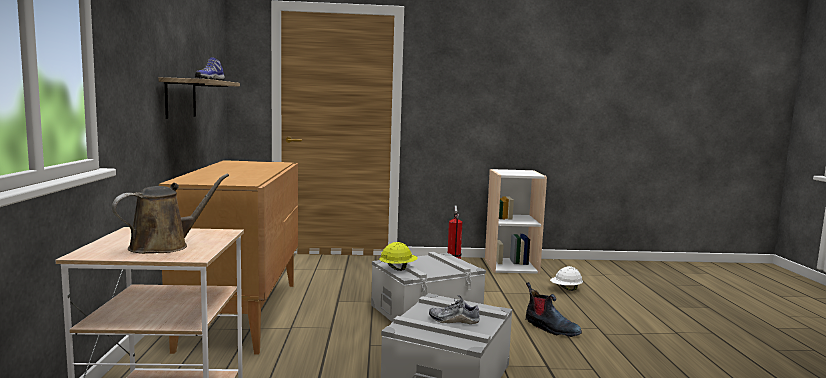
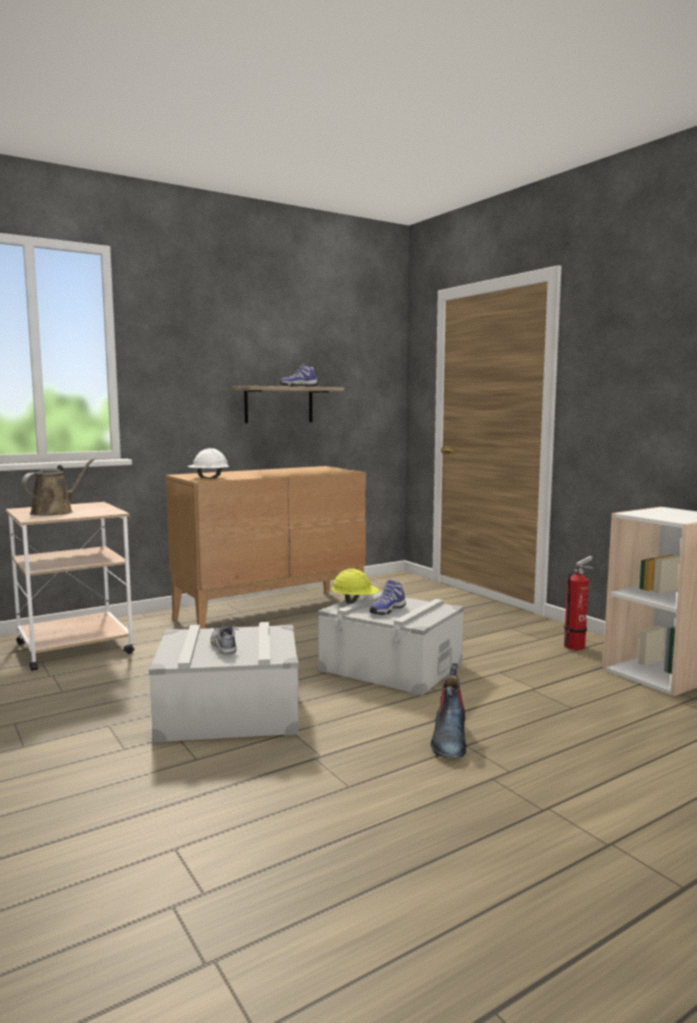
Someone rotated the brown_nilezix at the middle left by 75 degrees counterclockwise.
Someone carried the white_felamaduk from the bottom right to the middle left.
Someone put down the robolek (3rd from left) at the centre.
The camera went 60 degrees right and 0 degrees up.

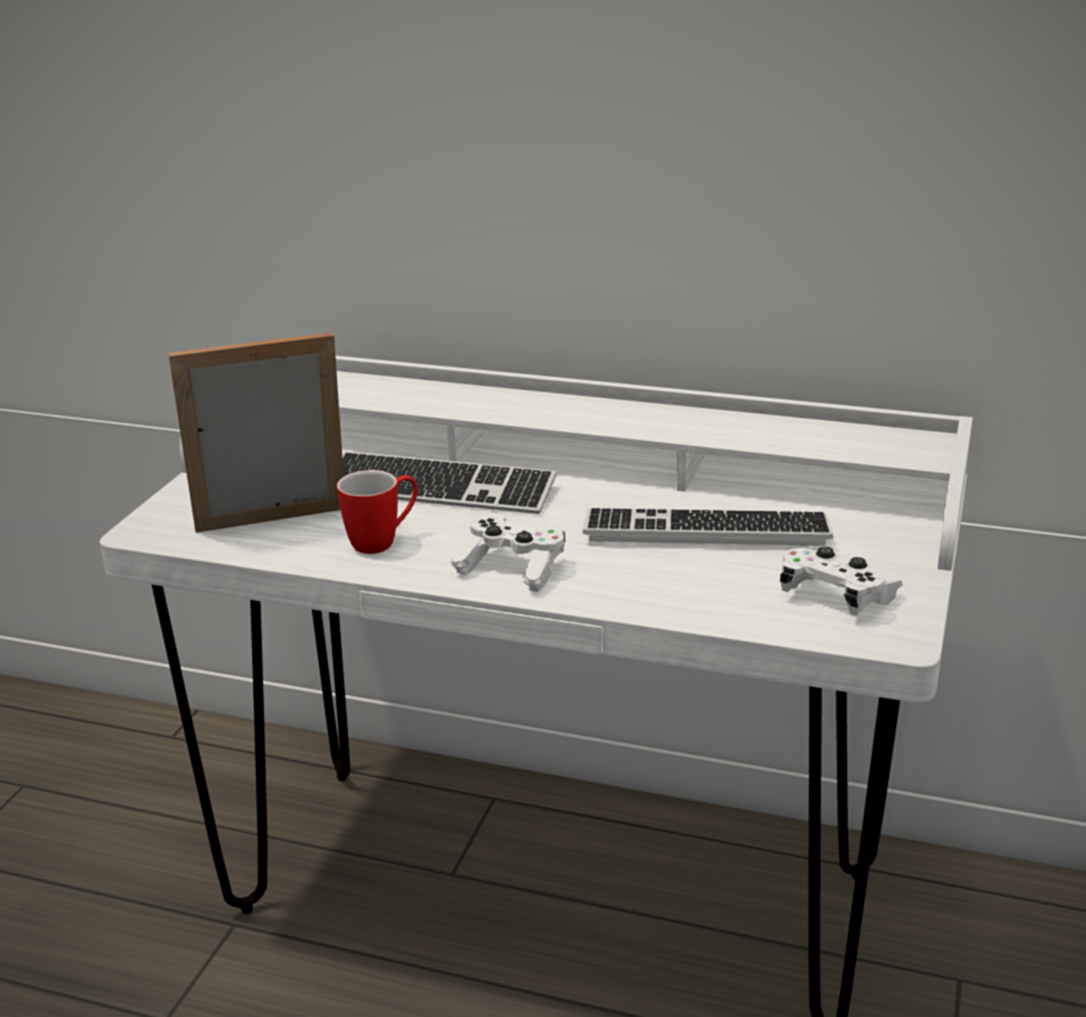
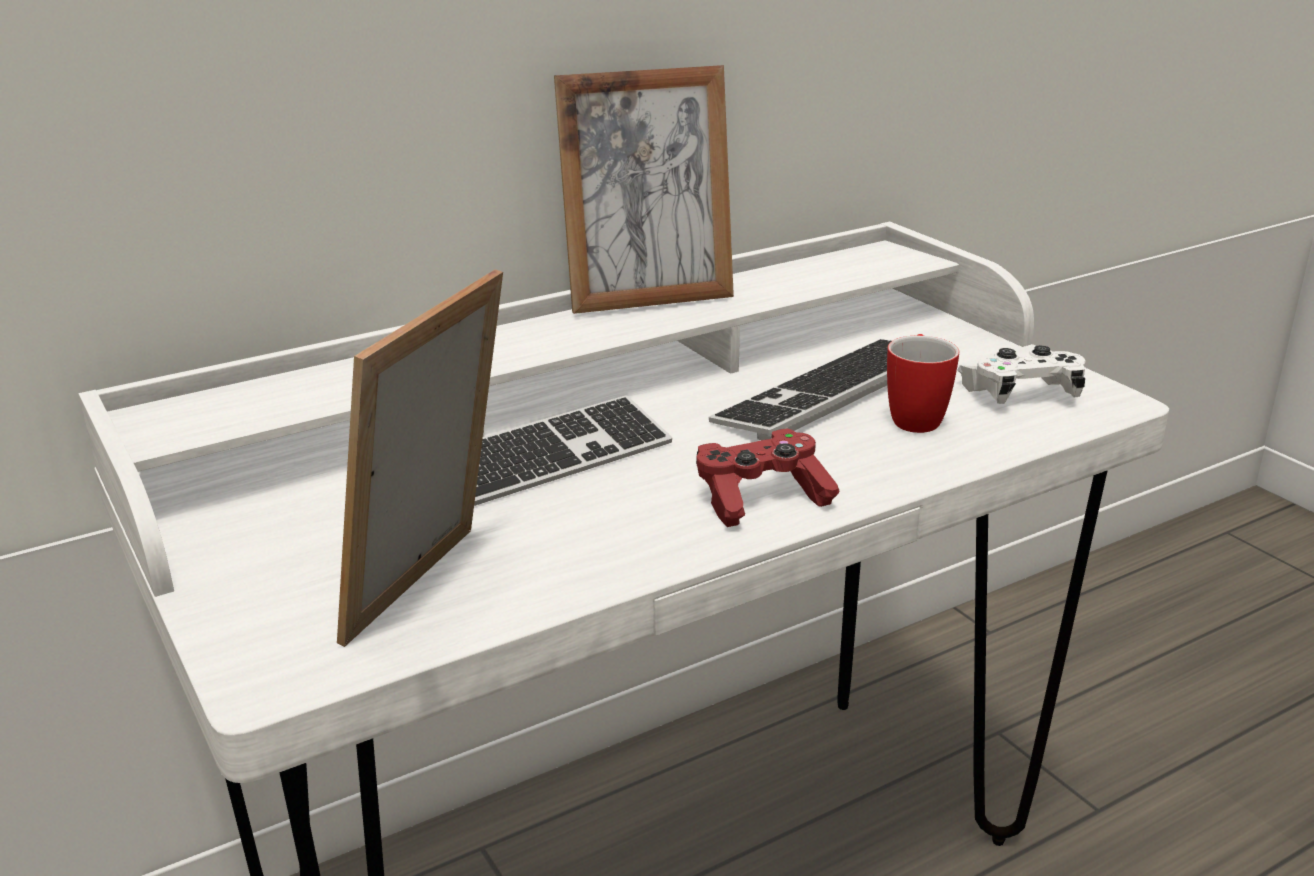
Someone put down the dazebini (2nd from left) at the top centre.
Someone repainted the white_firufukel (1st from left) at the centre, which became the red_firufukel at the centre.
Someone carried the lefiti from the centre to the middle right.
The camera went 50 degrees left and 0 degrees up.

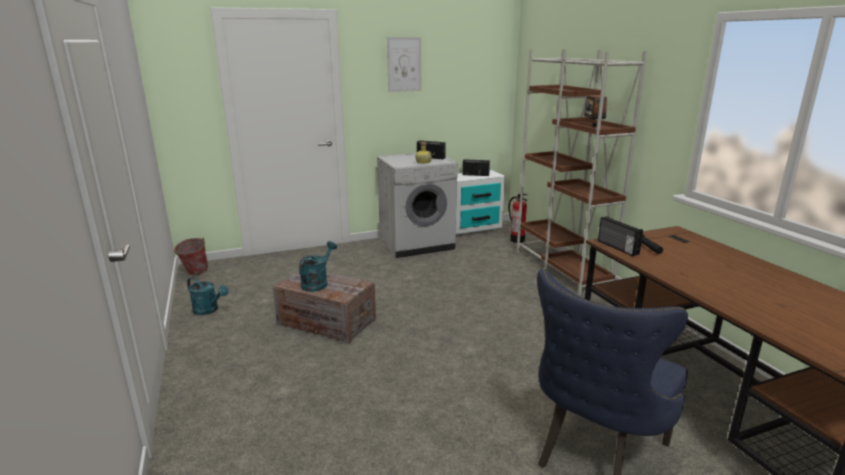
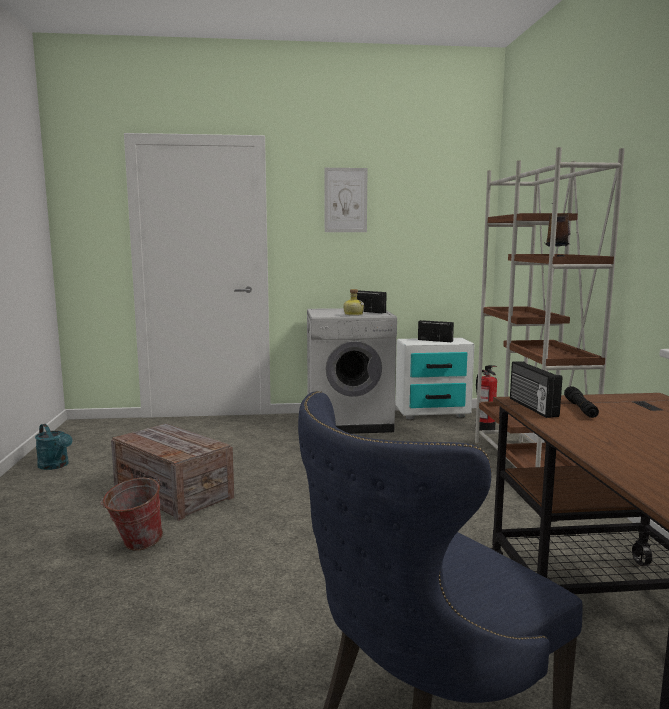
Someone carried the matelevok from the middle left to the bottom left.
Someone took away the turquoise_nilezix (2nd from left) at the centre.
The camera went 15 degrees right and 10 degrees down.

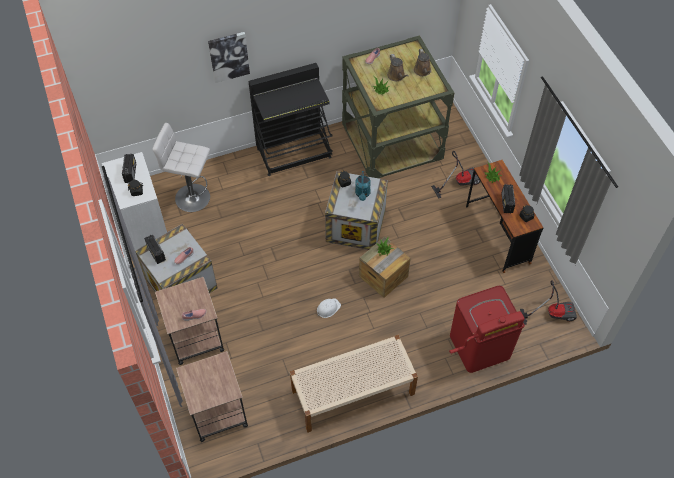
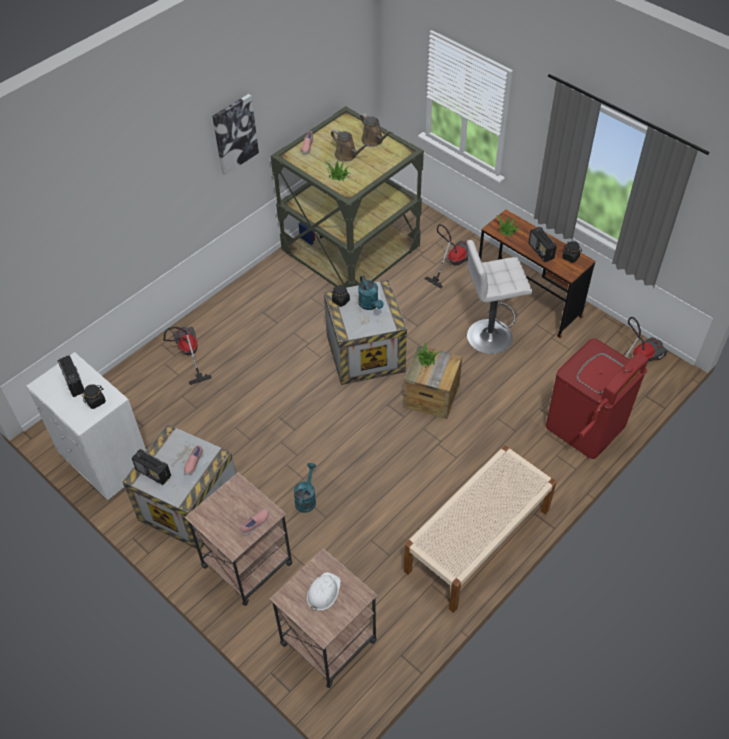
Someone put down the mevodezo (1st from left) at the middle left.
Someone carried the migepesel from the top centre to the top left.
Someone put down the turquoise_nilezix (1st from left) at the centre.
Someone carried the white_felamaduk from the centre to the bottom centre.
Someone carried the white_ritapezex from the middle left to the middle right.
Someone took away the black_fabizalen at the top centre.
The camera went 25 degrees left and 5 degrees down.

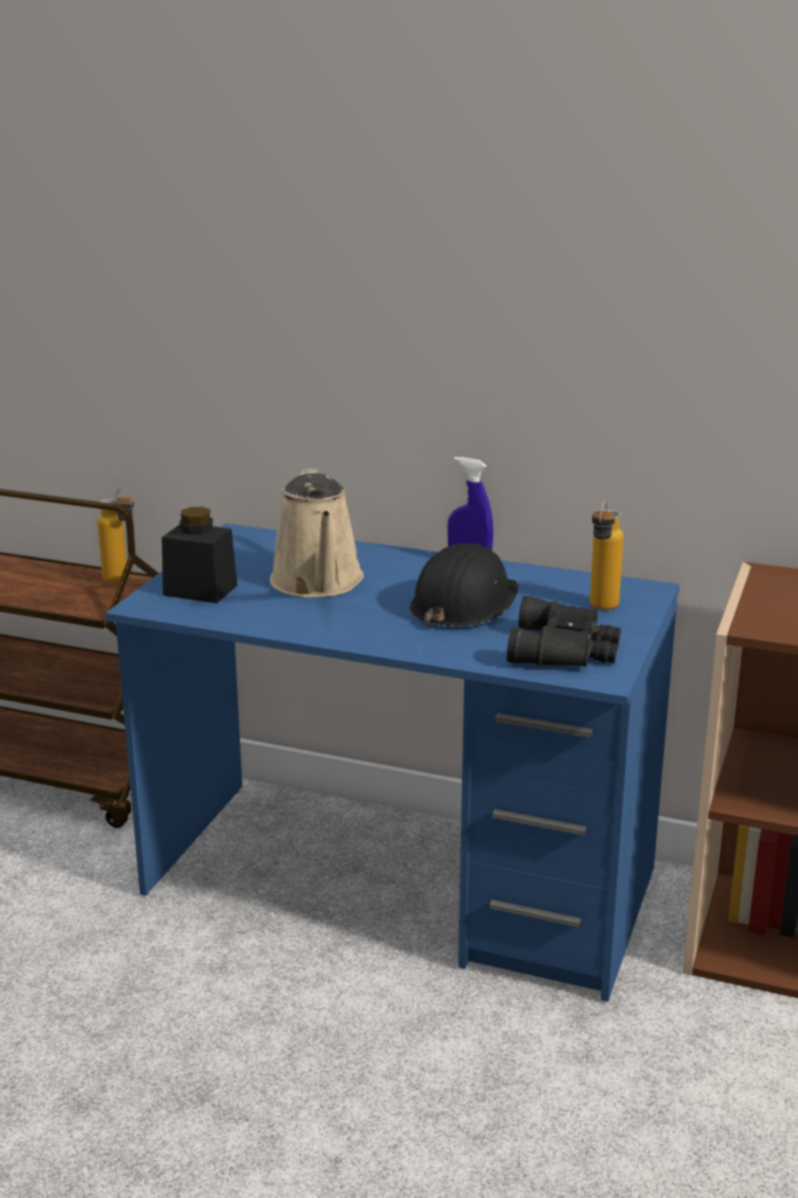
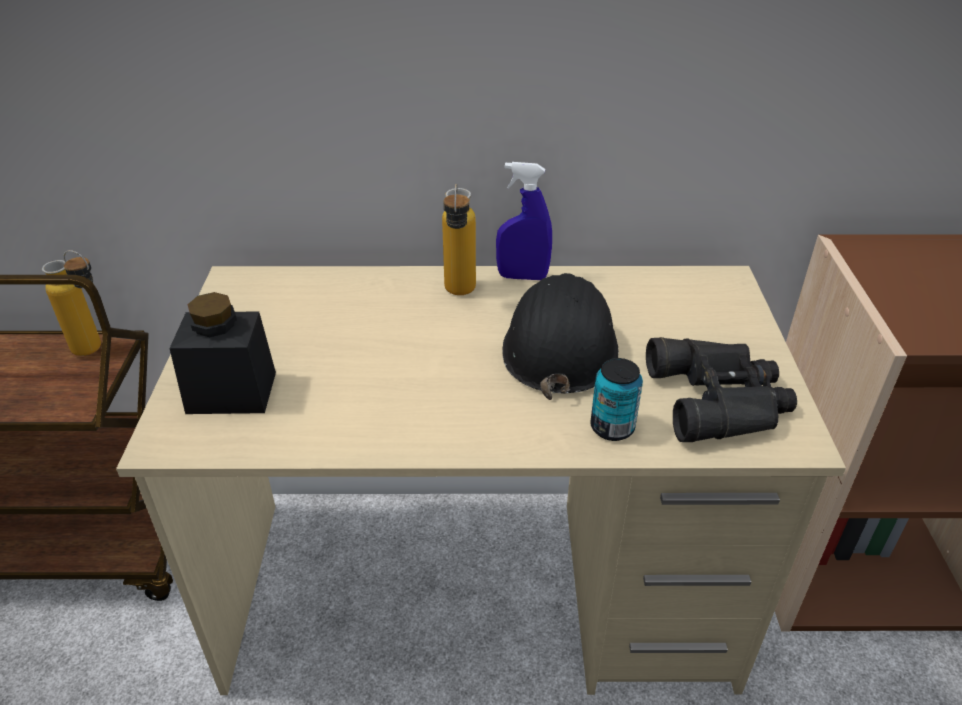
Someone repainted the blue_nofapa at the centre, which became the beige_nofapa at the bottom centre.
Someone carried the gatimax (2nd from left) from the middle right to the centre.
Someone put down the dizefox at the centre.
Someone took away the beige_nilezix at the centre.
The camera went 20 degrees left and 15 degrees up.

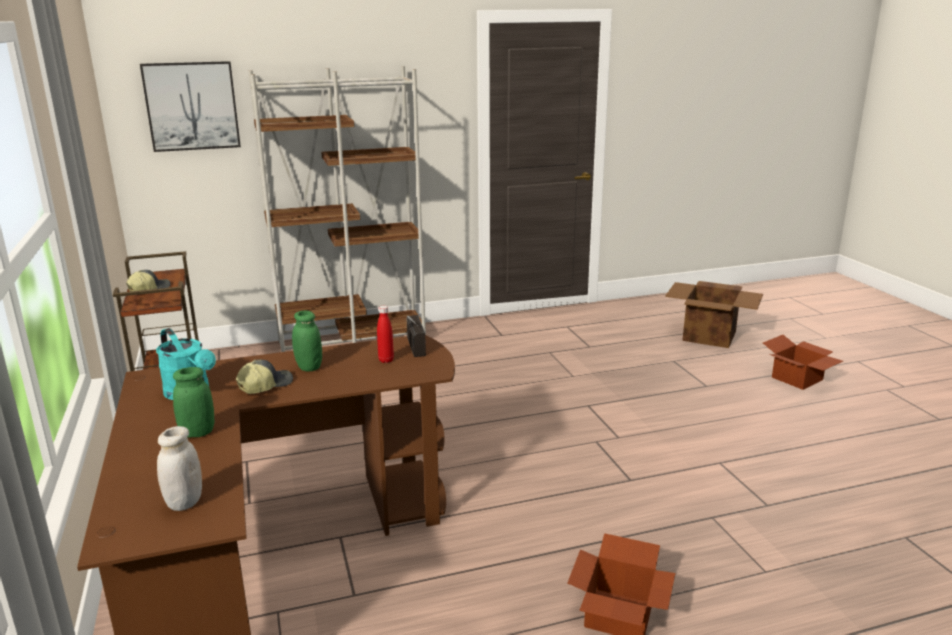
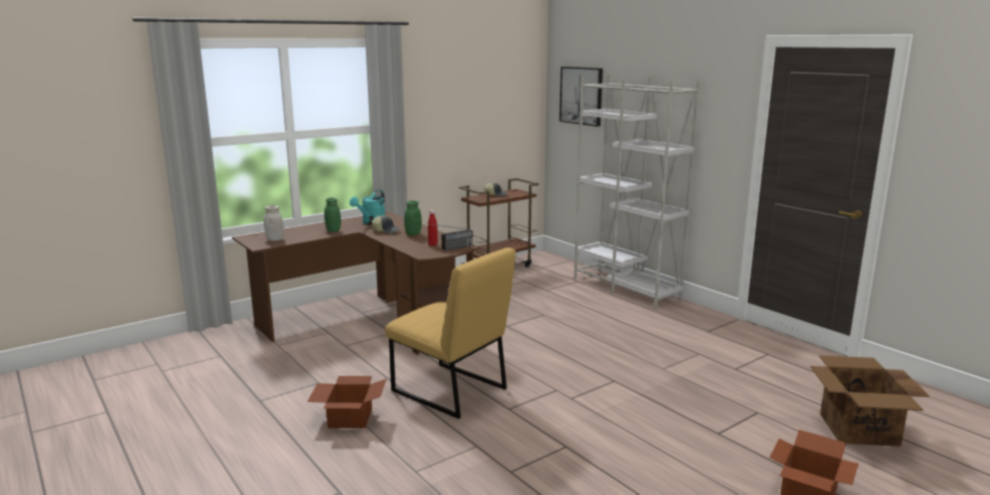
Someone put down the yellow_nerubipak at the bottom centre.
Someone repainted the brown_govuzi at the top centre, which became the white_govuzi at the centre.
The camera went 70 degrees right and 5 degrees down.

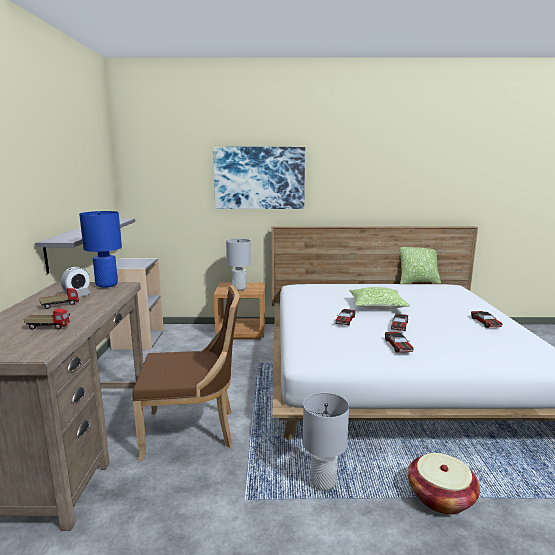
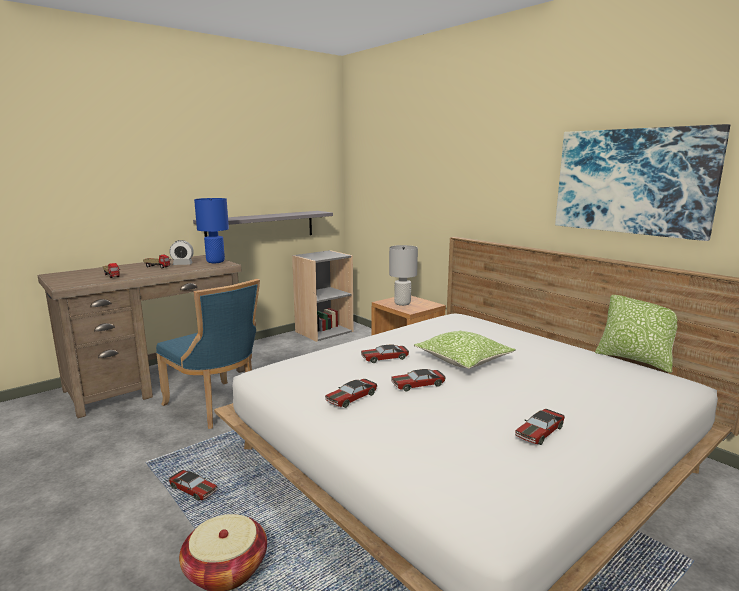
Someone repainted the brown_nerubipak at the bottom centre, which became the blue_nerubipak at the middle left.
Someone swapped the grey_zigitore (2nd from left) at the bottom centre for the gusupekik (1st from left) at the bottom left.
Someone carried the migepesel from the top centre to the top right.
The camera went 50 degrees right and 0 degrees up.

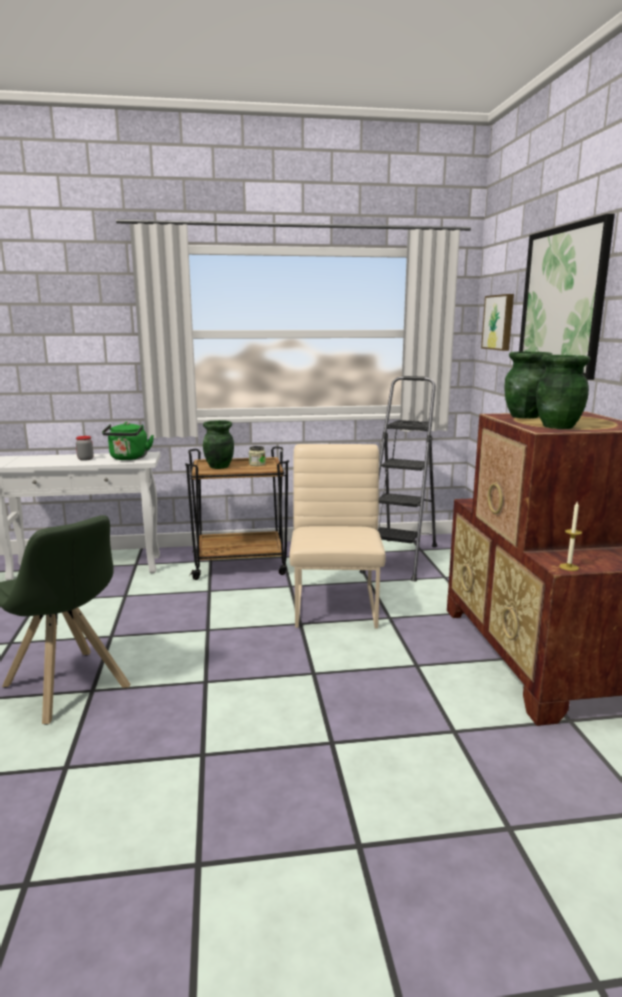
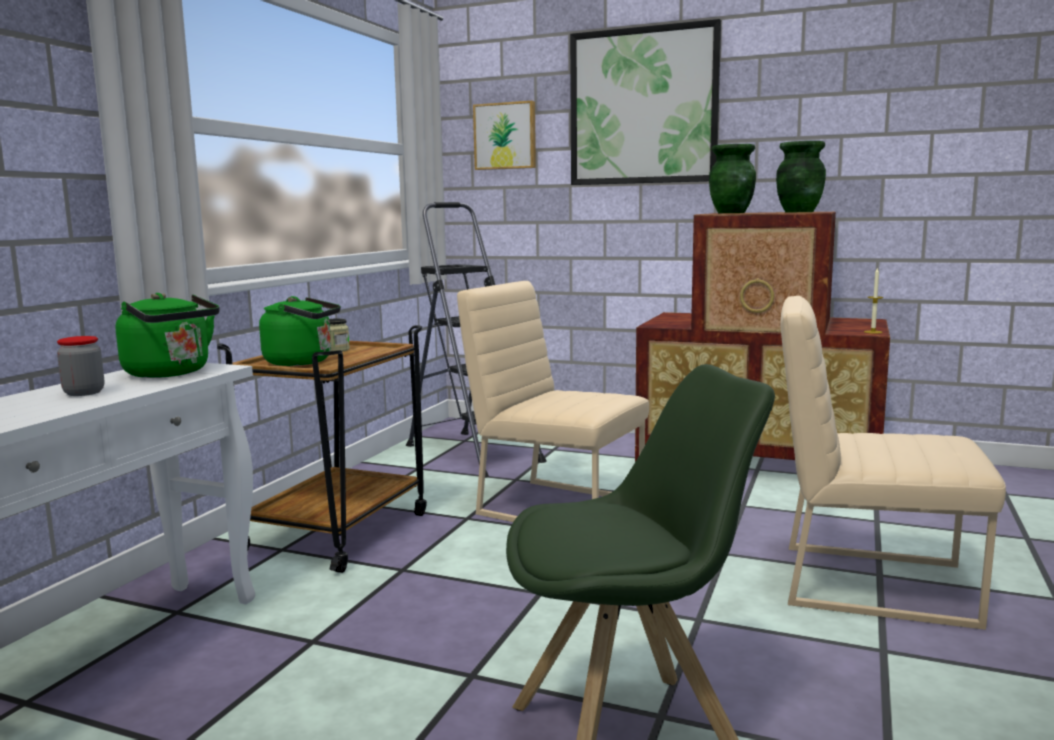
Someone swapped the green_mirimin (1st from left) at the centre for the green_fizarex (2nd from left) at the middle left.
Someone put down the beige_nerubipak (2nd from left) at the middle right.
The camera went 60 degrees left and 5 degrees down.

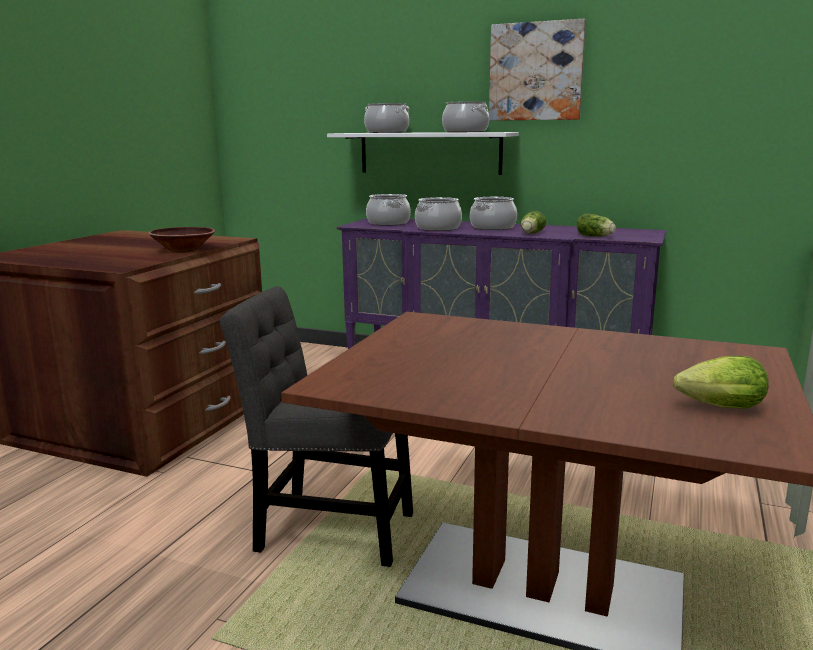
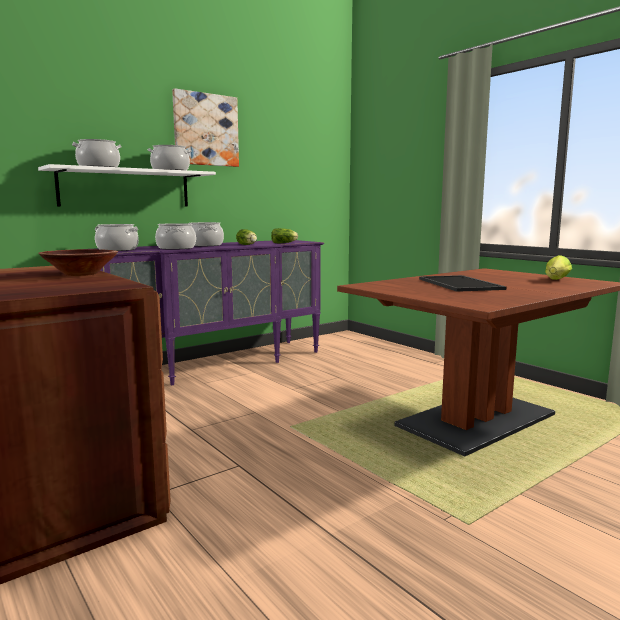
Someone put down the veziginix at the middle right.
Someone took away the grey_nerubipak at the centre.
The camera went 60 degrees left and 5 degrees down.

